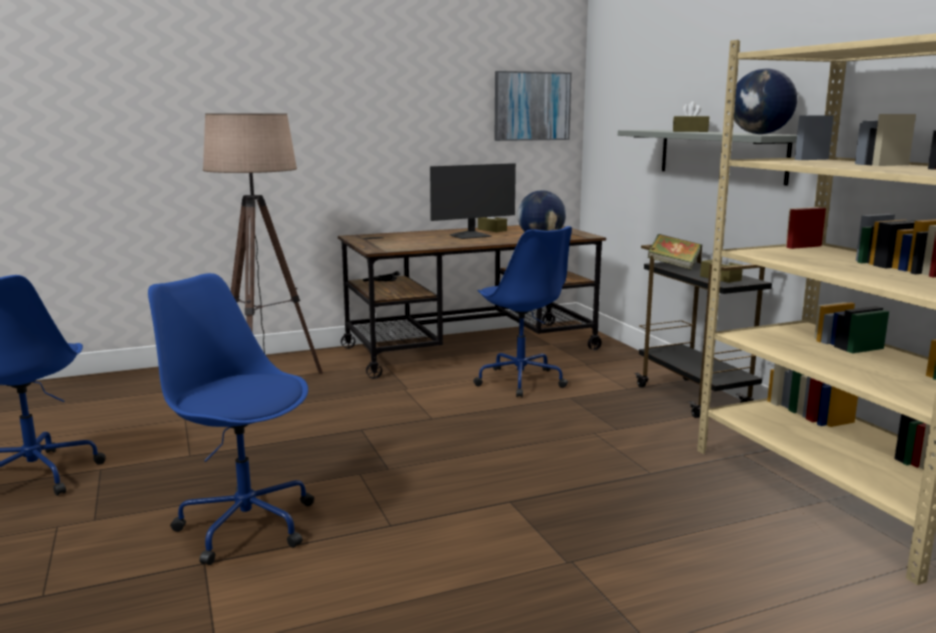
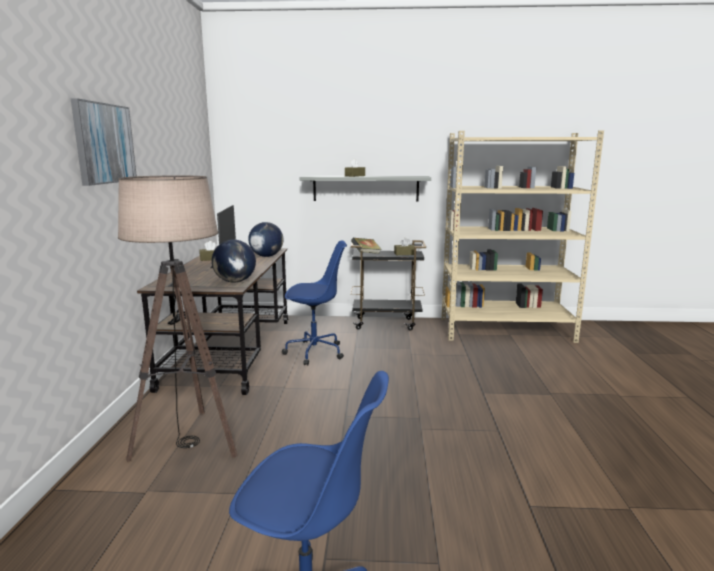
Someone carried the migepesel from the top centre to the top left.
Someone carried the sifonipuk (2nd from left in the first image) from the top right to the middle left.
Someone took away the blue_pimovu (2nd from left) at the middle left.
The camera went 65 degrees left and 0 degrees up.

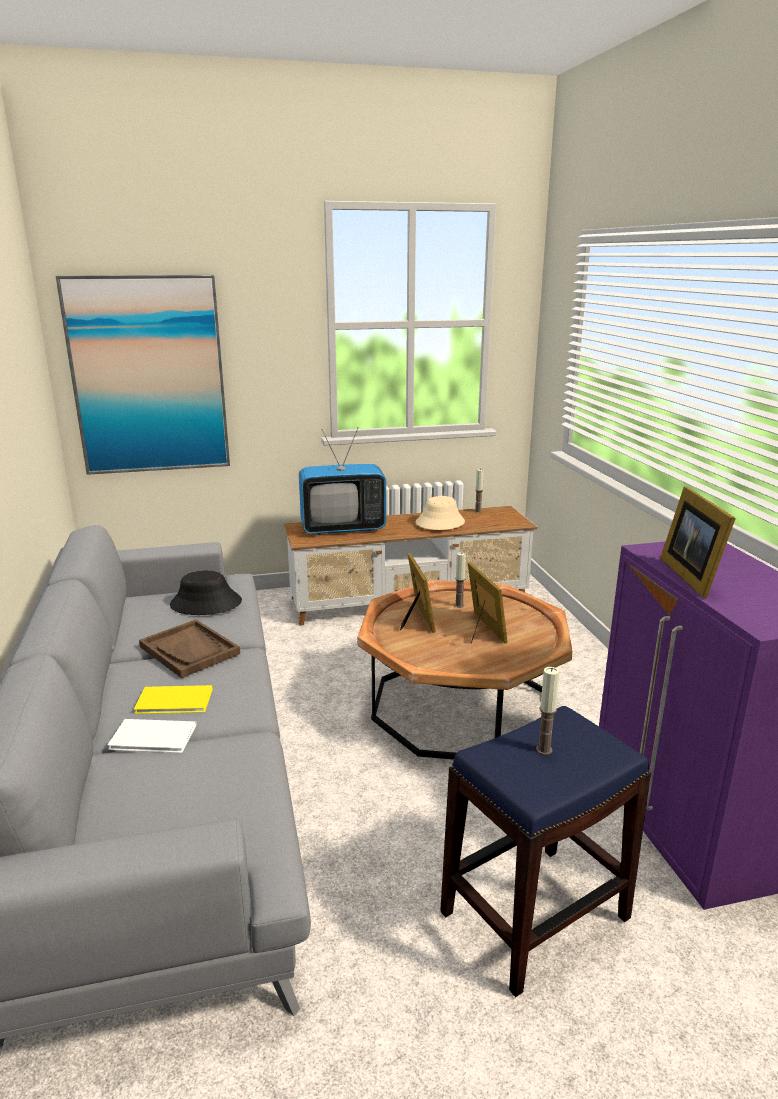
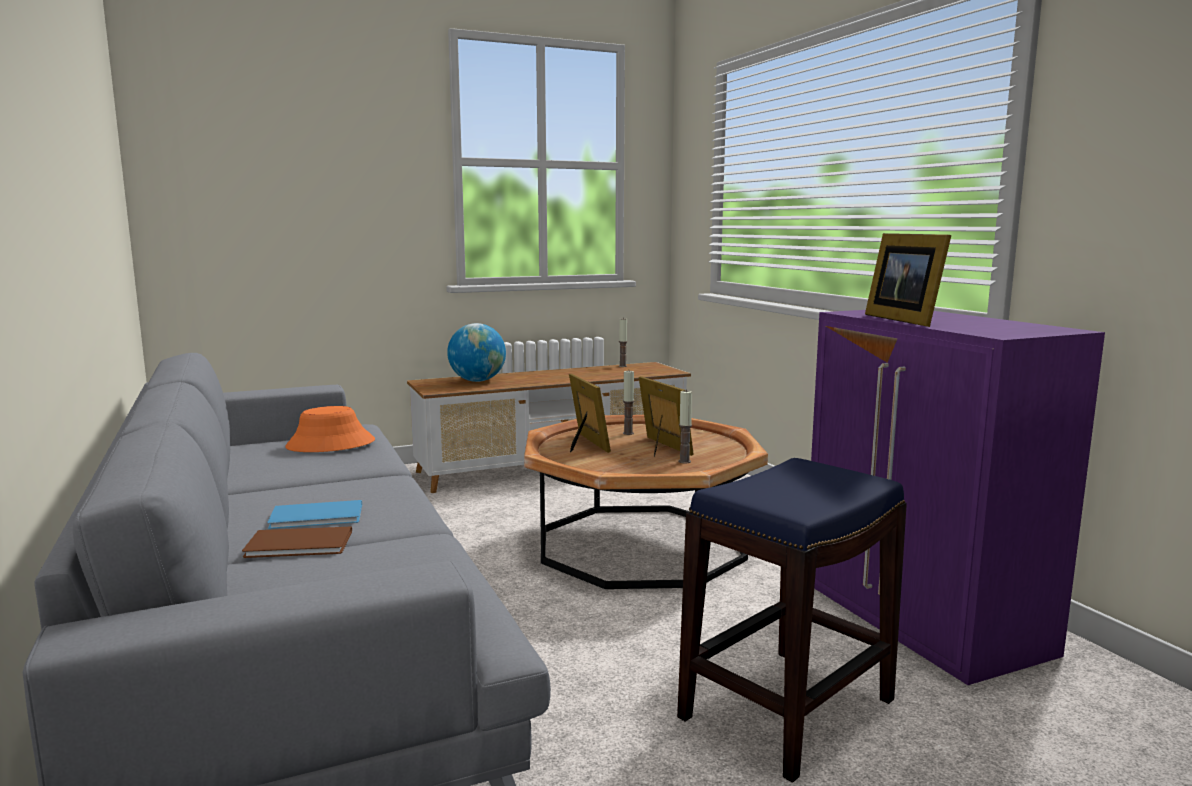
Someone repainted the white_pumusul at the bottom left, which became the brown_pumusul at the bottom left.
Someone repainted the yellow_pumusul at the middle left, which became the blue_pumusul at the middle left.
Someone repainted the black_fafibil at the middle left, which became the orange_fafibil at the middle left.
Someone swapped the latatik at the centre for the sifonipuk at the centre.
Someone carried the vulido (3rd from left) from the middle right to the centre.
Someone took away the migepesel at the middle left.
Someone took away the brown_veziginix at the middle left.
Someone took away the beige_fafibil at the centre.
The camera went 10 degrees left and 10 degrees down.

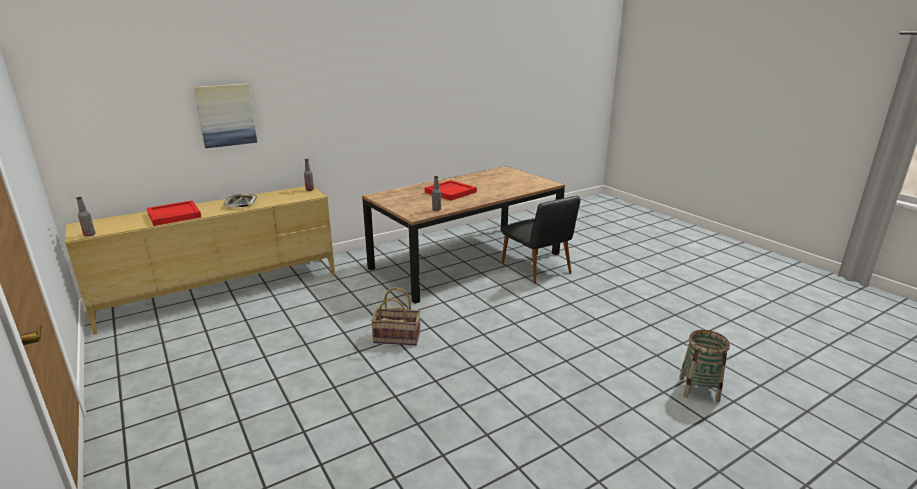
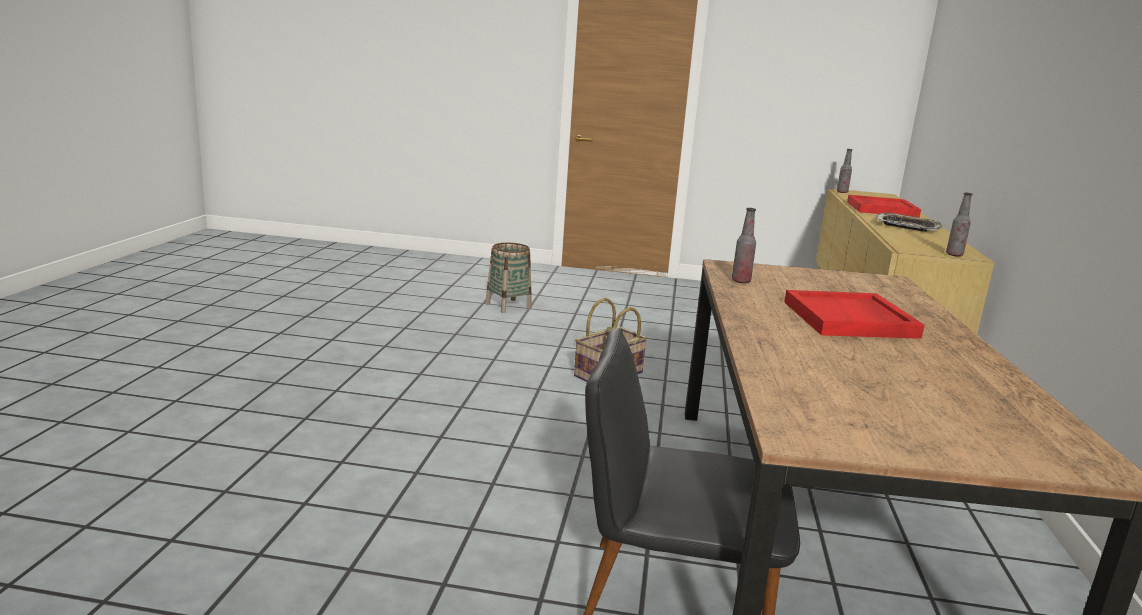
Someone carried the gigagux (2nd from left in the first image) from the bottom right to the centre.
Someone took away the migepesel at the top left.
The camera went 130 degrees right and 5 degrees down.

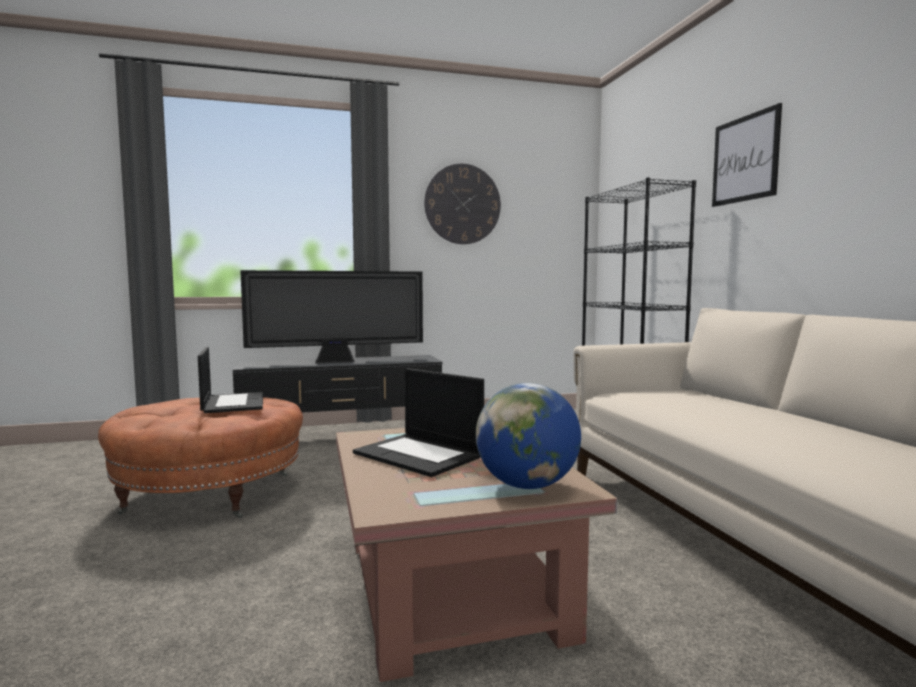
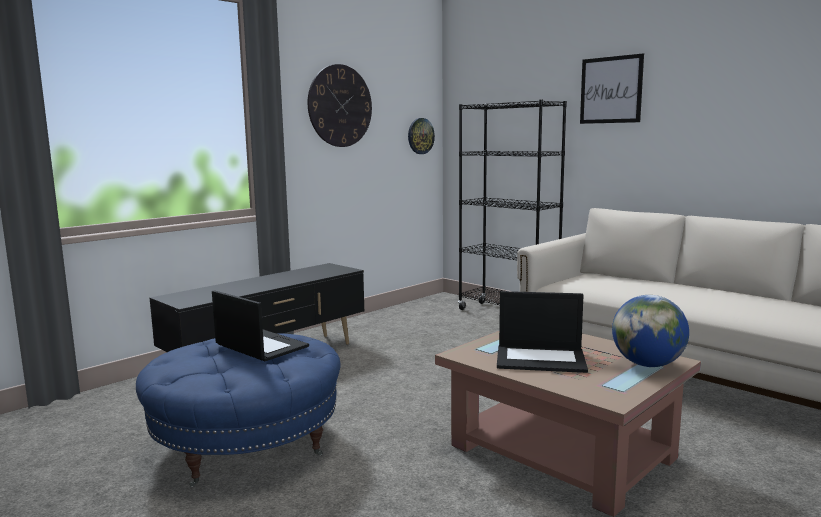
Someone repainted the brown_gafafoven at the middle left, which became the blue_gafafoven at the bottom left.
Someone put up the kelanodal (2nd from left) at the top centre.
Someone took away the latatik at the centre.
The camera went 30 degrees left and 5 degrees up.

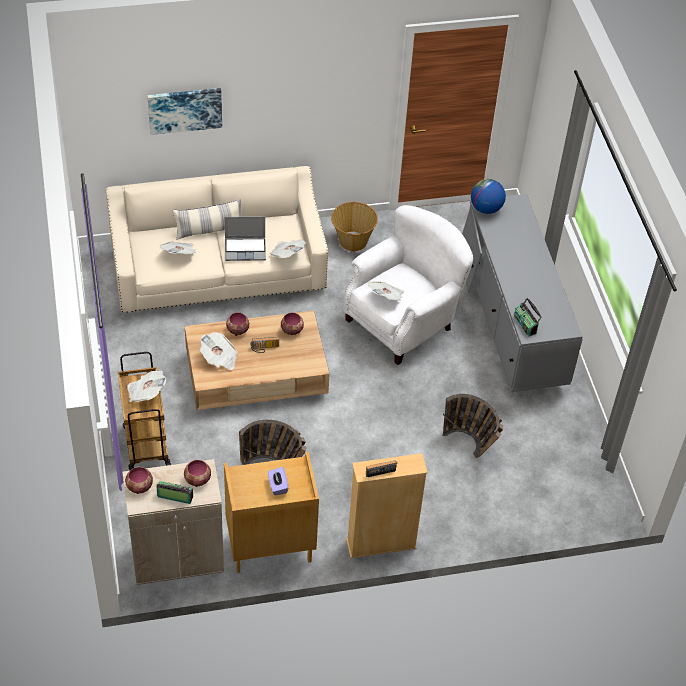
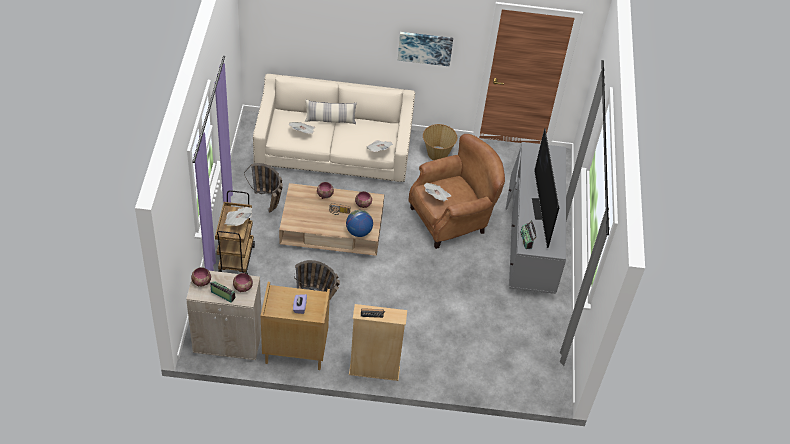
Someone carried the gigagux (3rd from left in the first image) from the middle right to the middle left.
Someone carried the sifonipuk from the top right to the centre.
Someone carried the migepesel from the top left to the top centre.
Someone repainted the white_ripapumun at the centre, which became the brown_ripapumun at the centre.
Someone put down the latatik at the middle right.
Someone took away the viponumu (3rd from left) at the middle left.
Someone took away the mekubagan at the centre.
The camera went 15 degrees right and 0 degrees up.

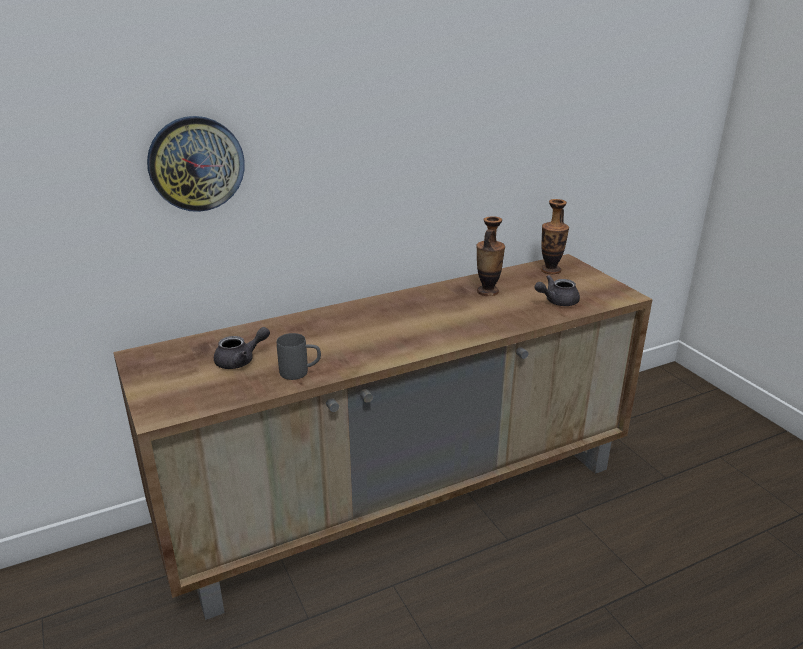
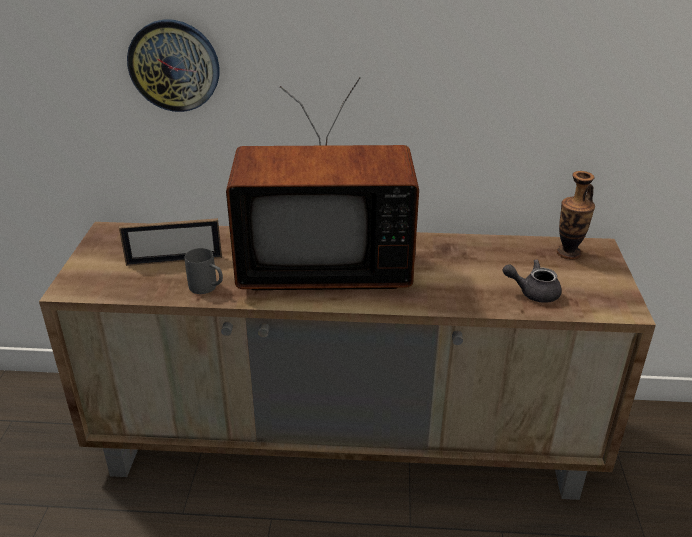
Someone swapped the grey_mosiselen (1st from left) at the middle left for the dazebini at the middle left.
Someone put down the latatik at the centre.
Someone took away the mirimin (1st from left) at the centre.
The camera went 30 degrees right and 5 degrees up.

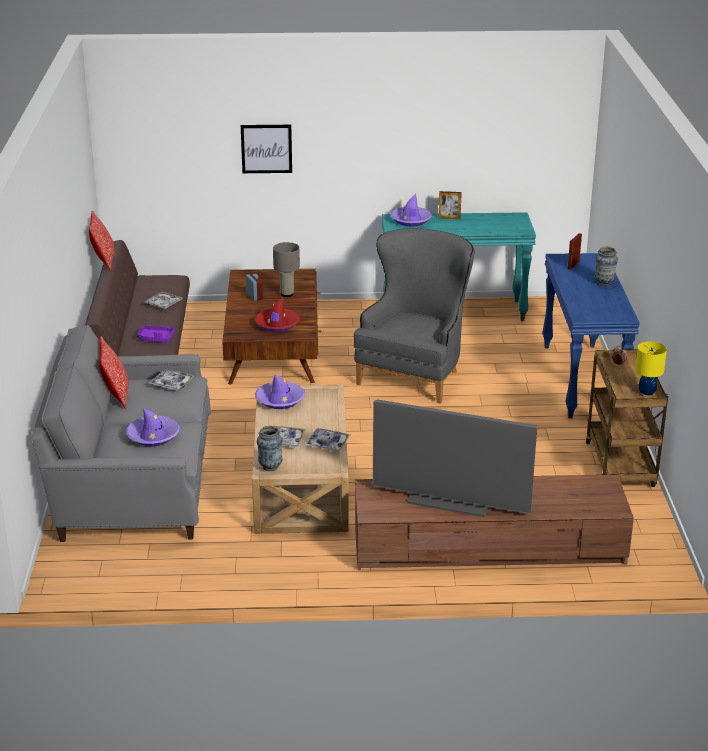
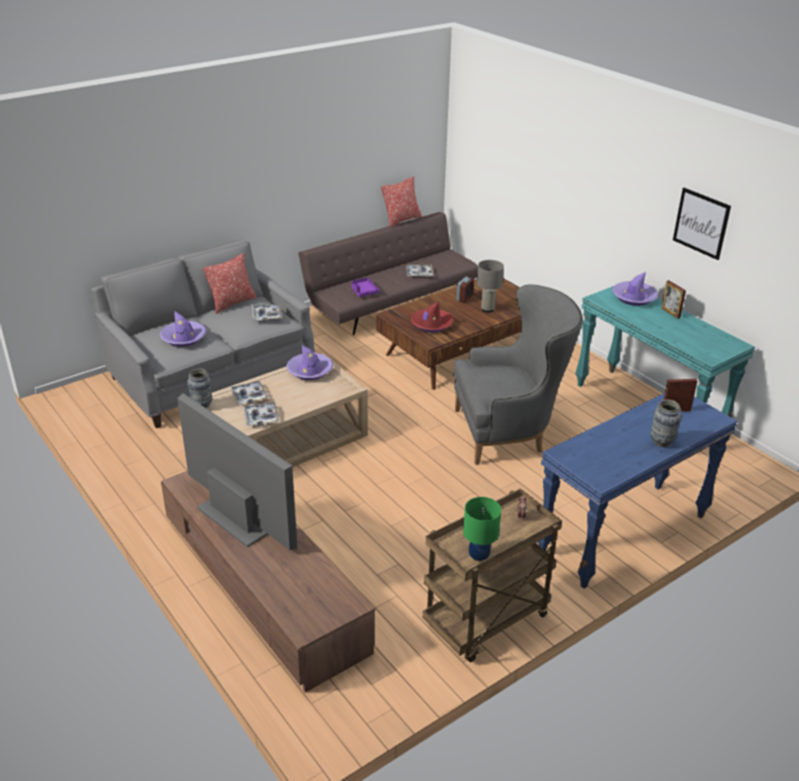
Someone rotated the latatik at the centre by 150 degrees clockwise.
Someone repainted the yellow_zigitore at the middle right, which became the green_zigitore at the bottom centre.
Someone carried the migepesel from the top centre to the top right.
The camera went 55 degrees right and 5 degrees up.

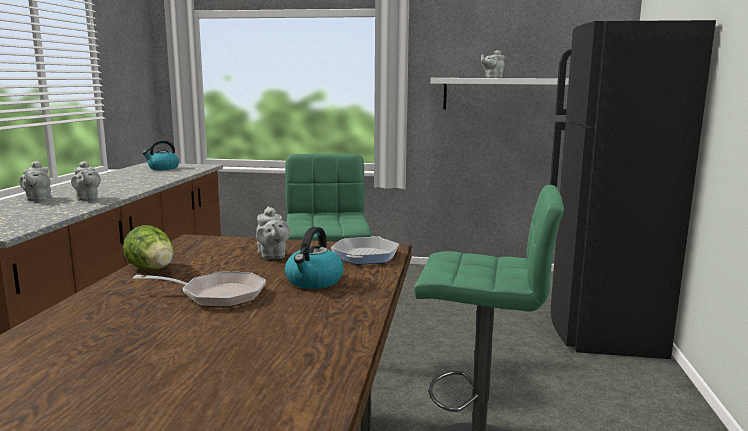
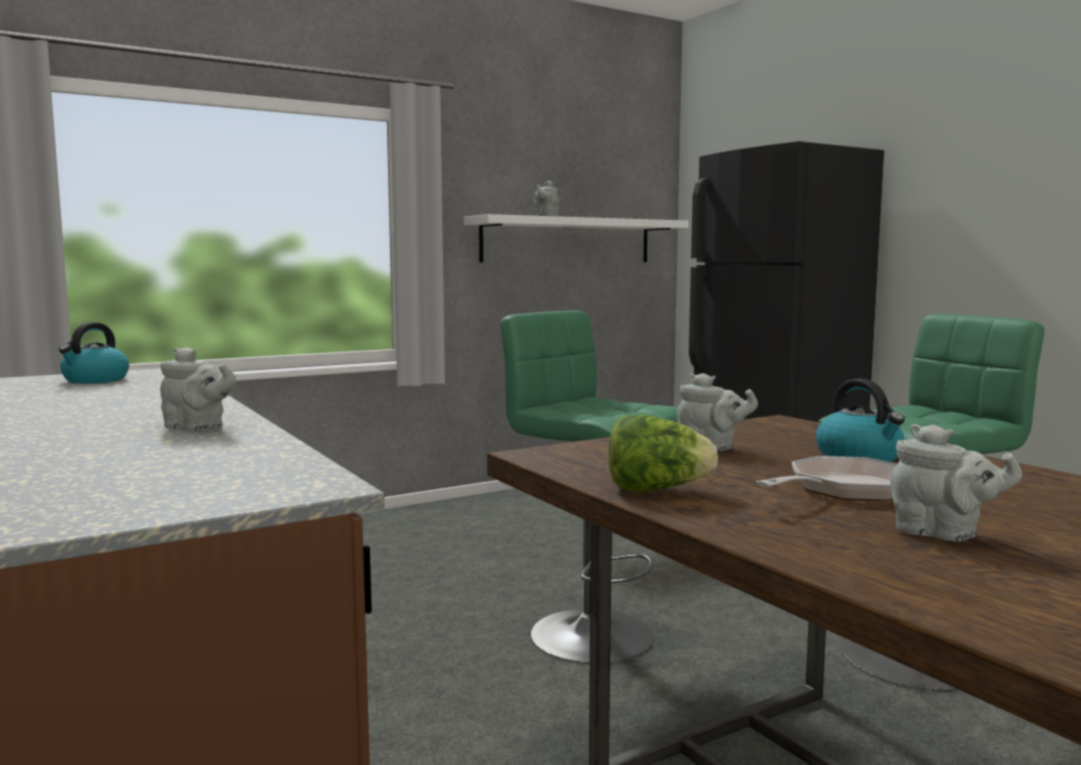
Someone carried the grey_mosiselen (1st from left in the first image) from the middle left to the middle right.
Someone took away the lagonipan (2nd from left) at the centre.
The camera went 40 degrees left and 5 degrees down.

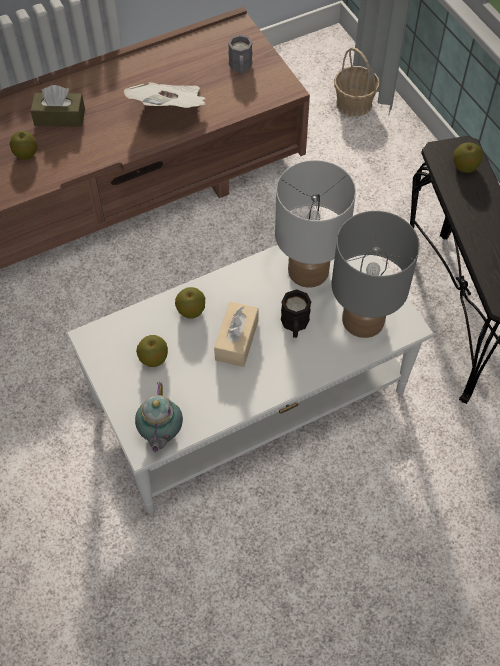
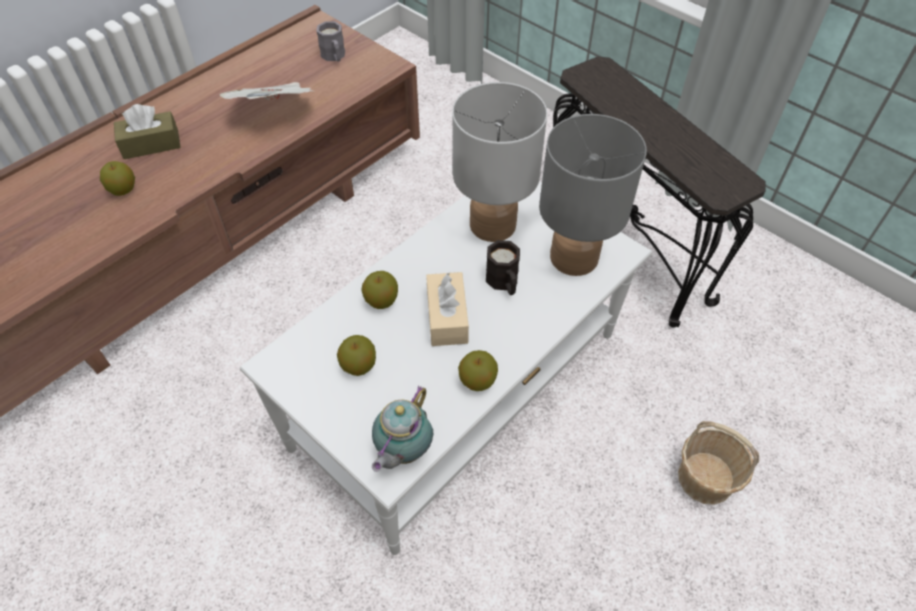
Someone rotated the mosiselen at the middle left by 45 degrees clockwise.
Someone carried the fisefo (4th from left) from the top right to the centre.
Someone carried the gigagux from the top right to the bottom right.
The camera went 20 degrees left and 5 degrees down.

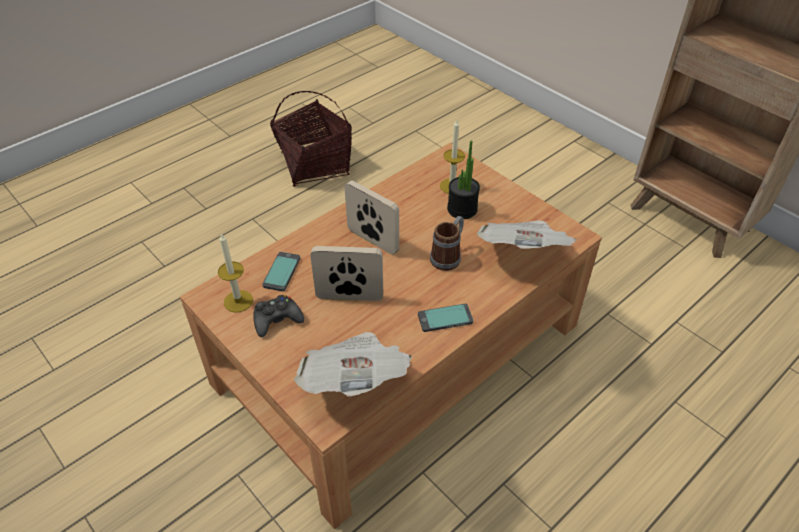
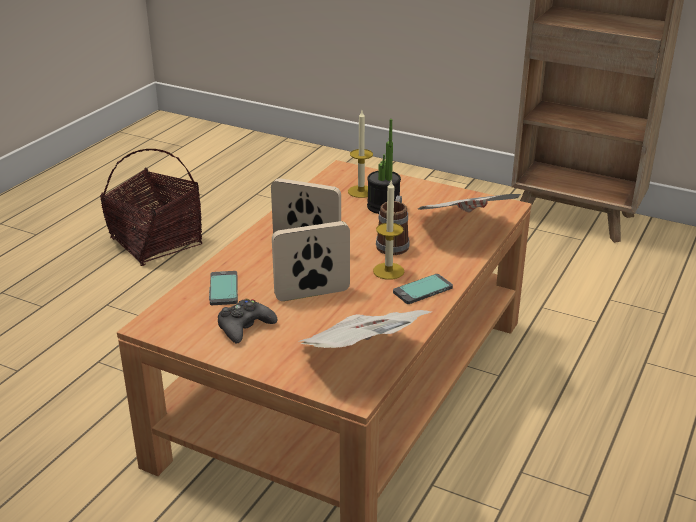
Someone carried the vulido (1st from left in the first image) from the middle left to the centre.
The camera went 20 degrees left and 15 degrees down.

